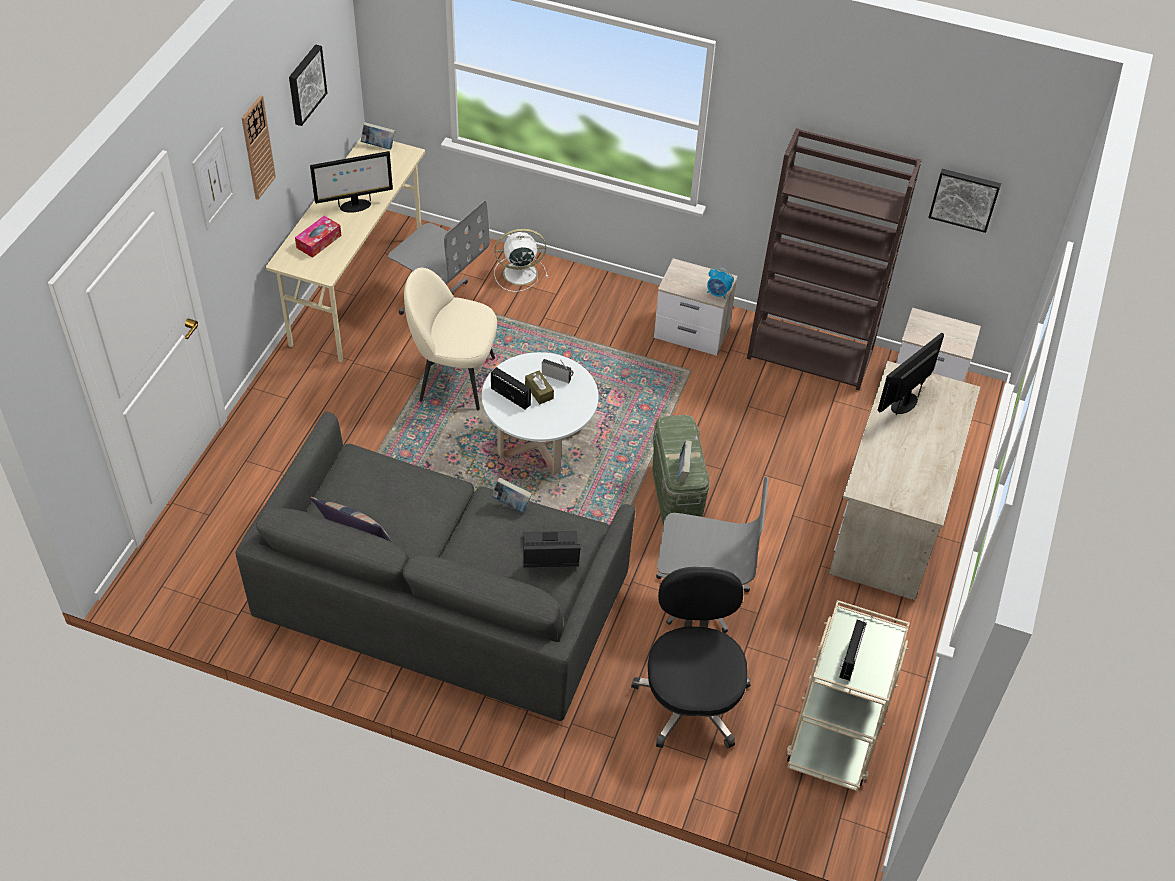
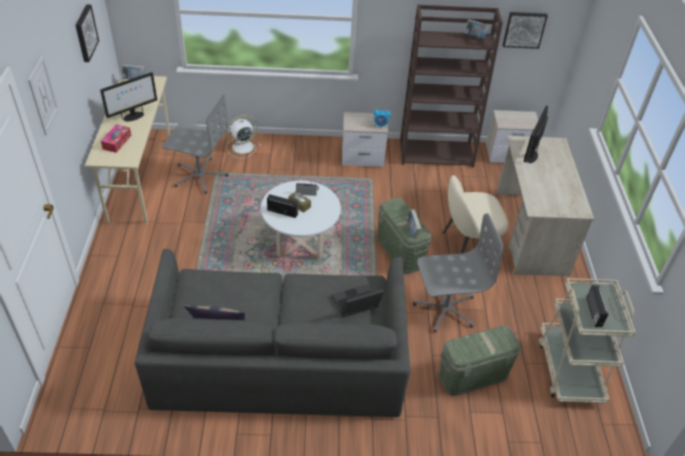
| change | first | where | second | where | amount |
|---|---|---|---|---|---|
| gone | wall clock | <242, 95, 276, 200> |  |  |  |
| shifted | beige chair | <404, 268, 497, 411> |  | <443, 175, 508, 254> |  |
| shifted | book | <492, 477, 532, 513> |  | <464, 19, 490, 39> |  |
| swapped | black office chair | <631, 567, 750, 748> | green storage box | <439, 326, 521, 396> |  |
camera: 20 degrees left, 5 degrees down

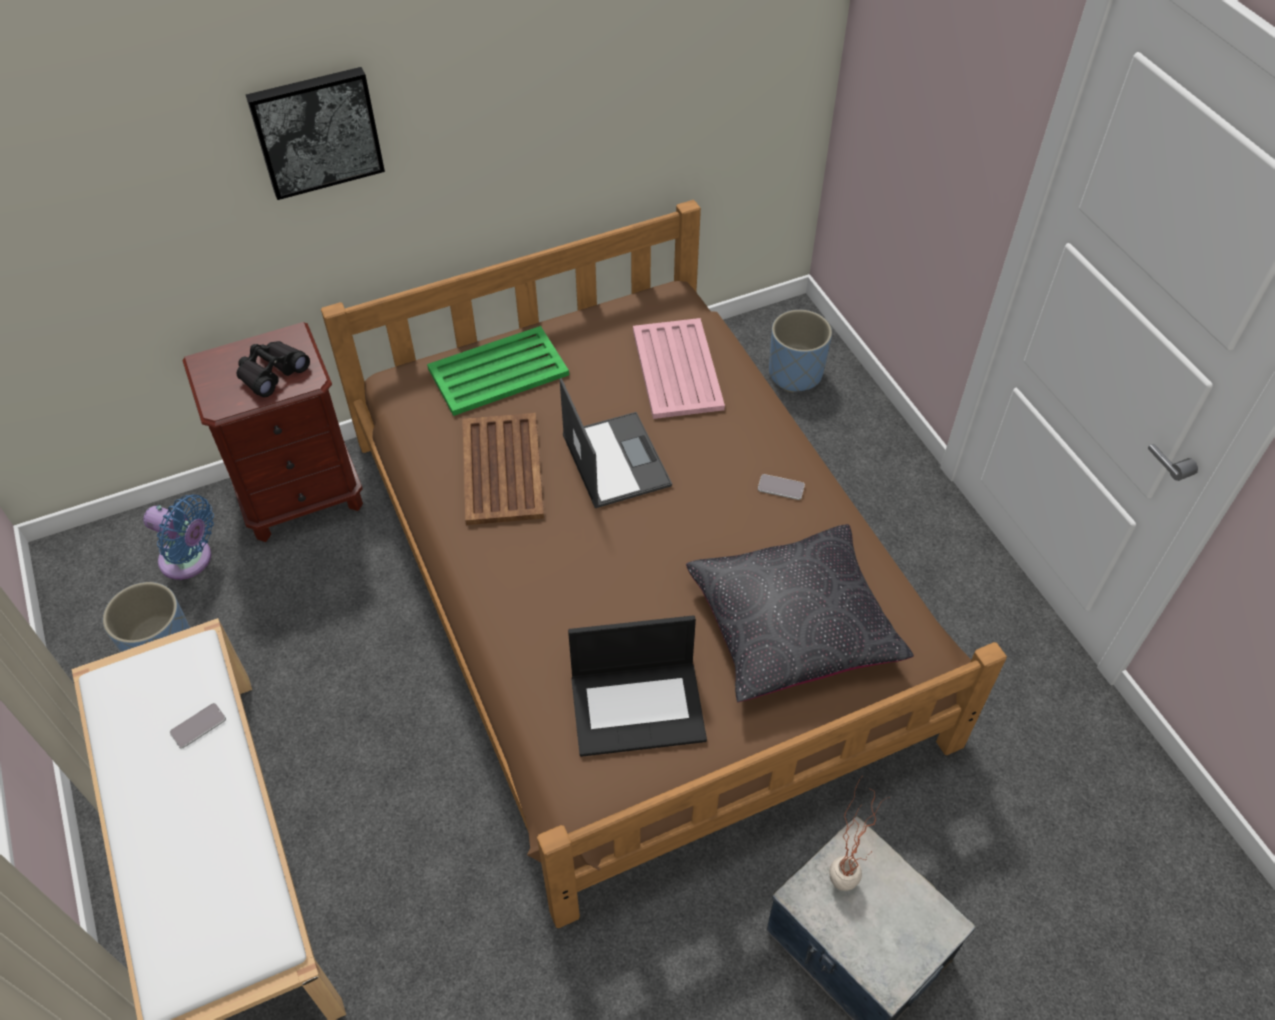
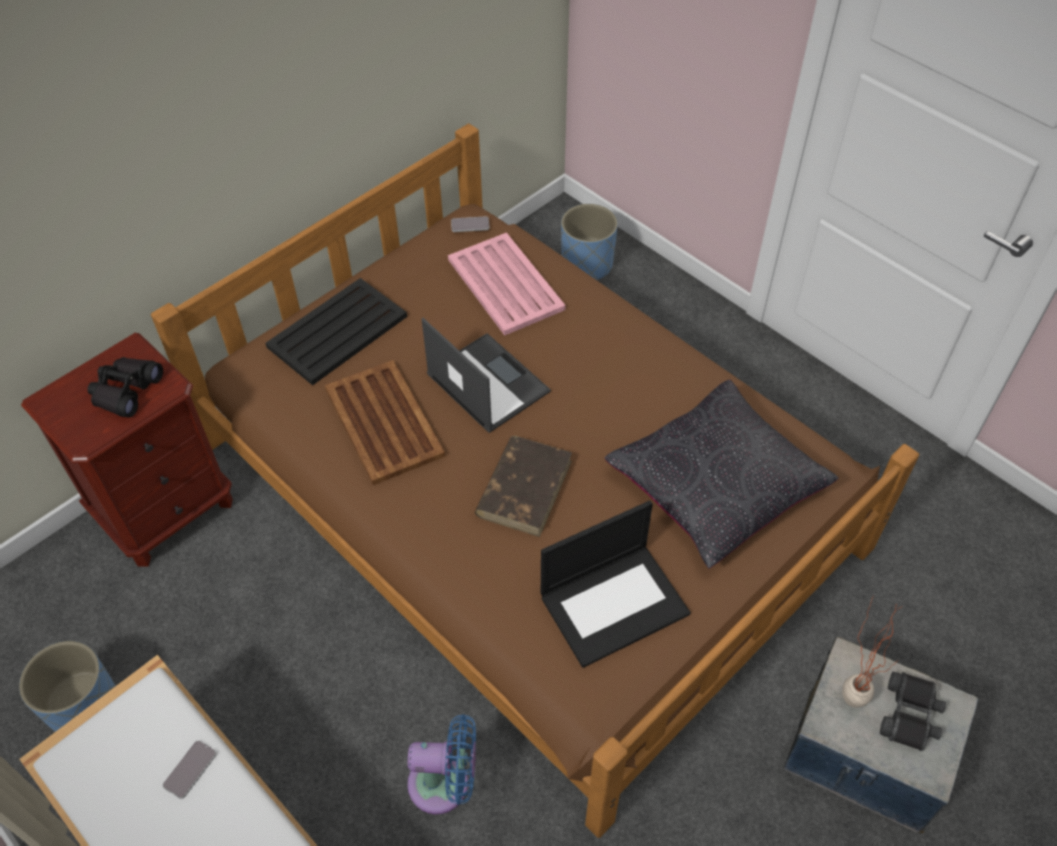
| change | first | where | second | where | amount |
|---|---|---|---|---|---|
| gone | picture | <246, 67, 385, 200> |  |  |  |
| new |  |  | brown book | <475, 436, 572, 537> |  |
| new |  |  | black binoculars | <880, 672, 946, 751> |  |
| shifted | blue fan | <143, 495, 214, 580> |  | <407, 714, 476, 814> |  |
| shifted | phone | <758, 474, 805, 500> |  | <451, 216, 489, 232> |  |
| repainted | green tray | <427, 326, 569, 416> | black tray | <265, 278, 407, 385> |  |
camera: 20 degrees left, 0 degrees up

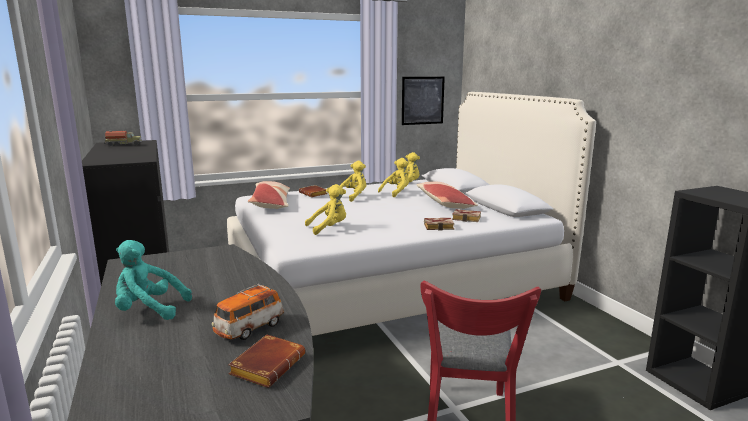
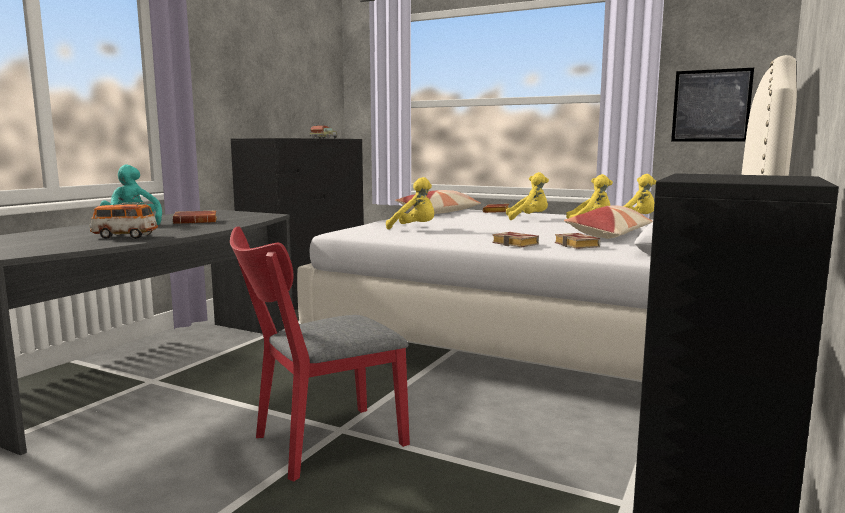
| change | first | where | second | where | amount |
|---|---|---|---|---|---|
| shifted | brown book | <228, 335, 305, 388> |  | <173, 211, 217, 224> |  |
camera: 50 degrees right, 5 degrees down

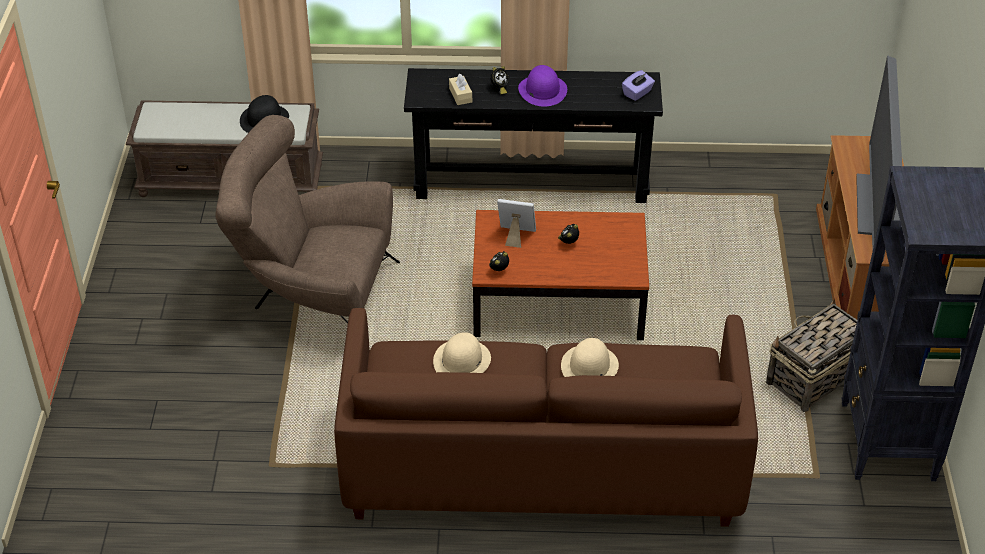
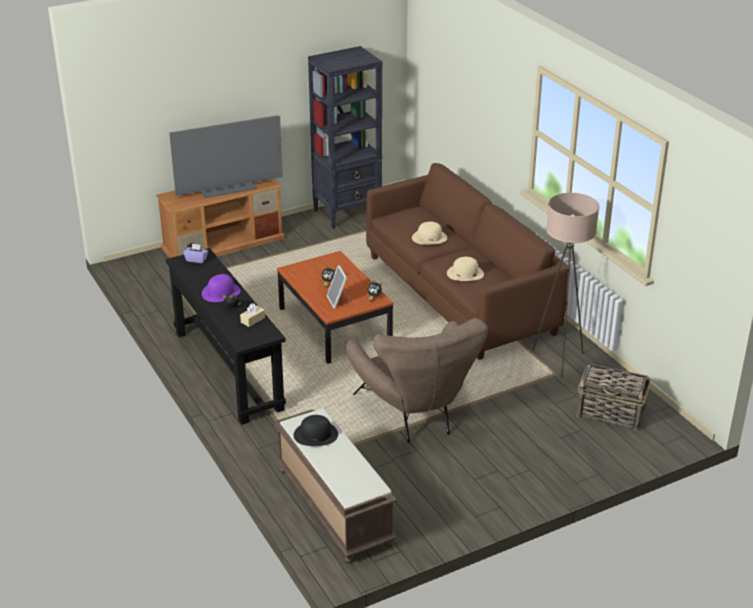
| change | first | where | second | where | amount |
|---|---|---|---|---|---|
| new |  |  | beige floor lamp | <532, 193, 599, 377> |  |
| shifted | basket | <766, 299, 857, 412> |  | <576, 364, 651, 431> |  |
camera: 120 degrees left, 10 degrees down

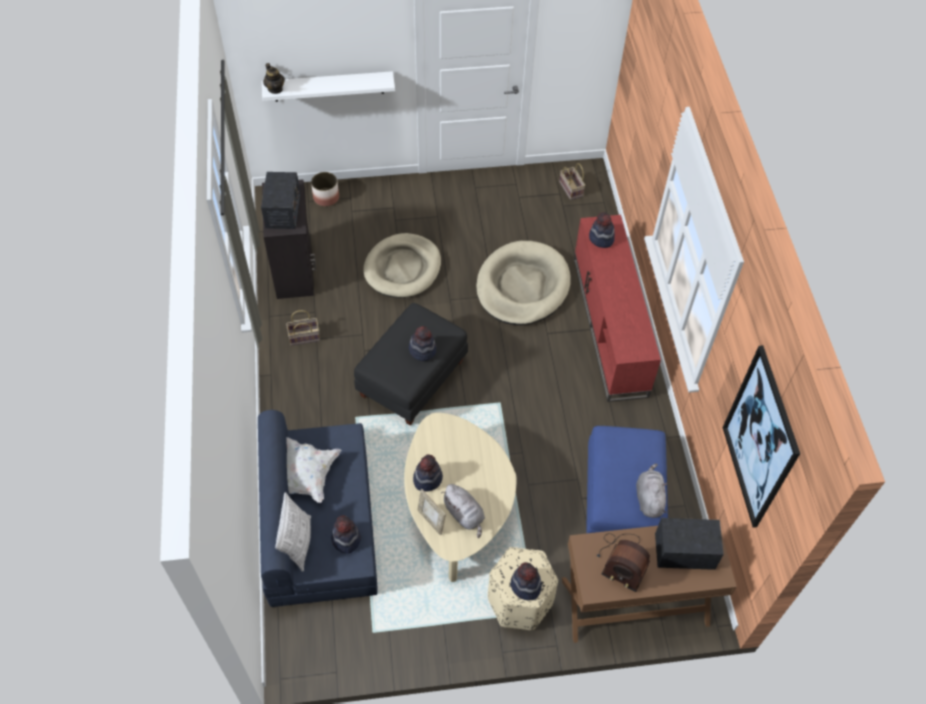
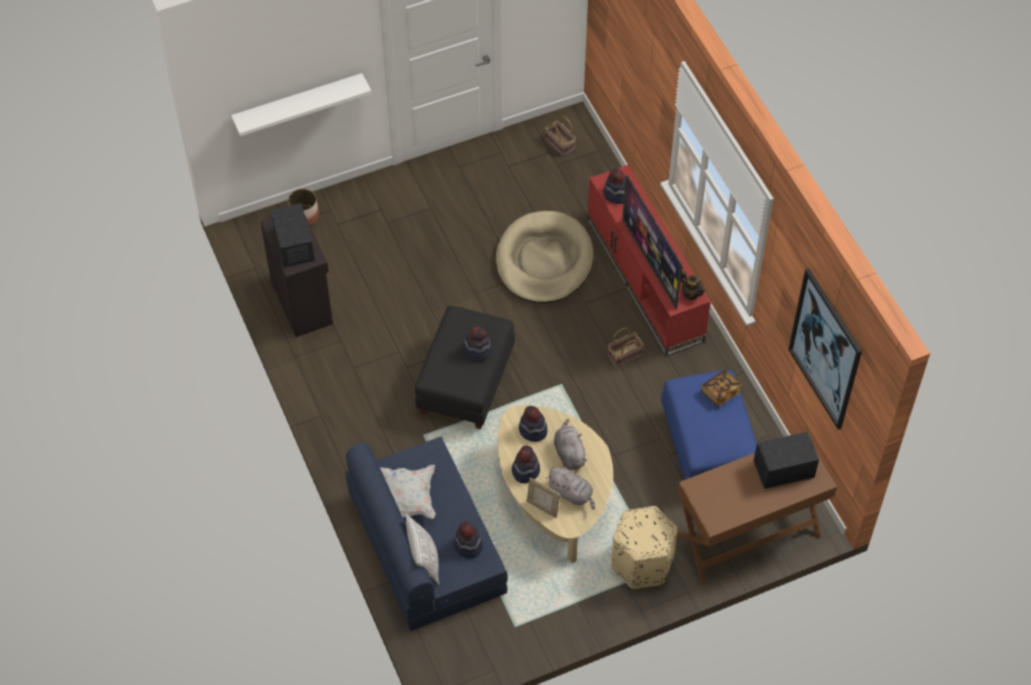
| change | first | where | second | where | amount |
|---|---|---|---|---|---|
| gone | beige dog bed | <363, 233, 441, 298> |  |  |  |
| gone | radio | <597, 533, 650, 592> |  |  |  |
| new |  |  | television | <622, 175, 683, 309> |  |
| new |  |  | book | <701, 370, 742, 407> |  |
| shifted | teapot | <263, 63, 285, 94> |  | <681, 271, 705, 300> |  |
| shifted | basket | <286, 310, 320, 346> |  | <608, 327, 644, 367> |  |
| shifted | hat | <511, 562, 542, 601> |  | <519, 406, 547, 442> |  |
| shifted | grey plush toy | <636, 463, 667, 518> |  | <554, 419, 587, 470> |  |
camera: 15 degrees left, 0 degrees up

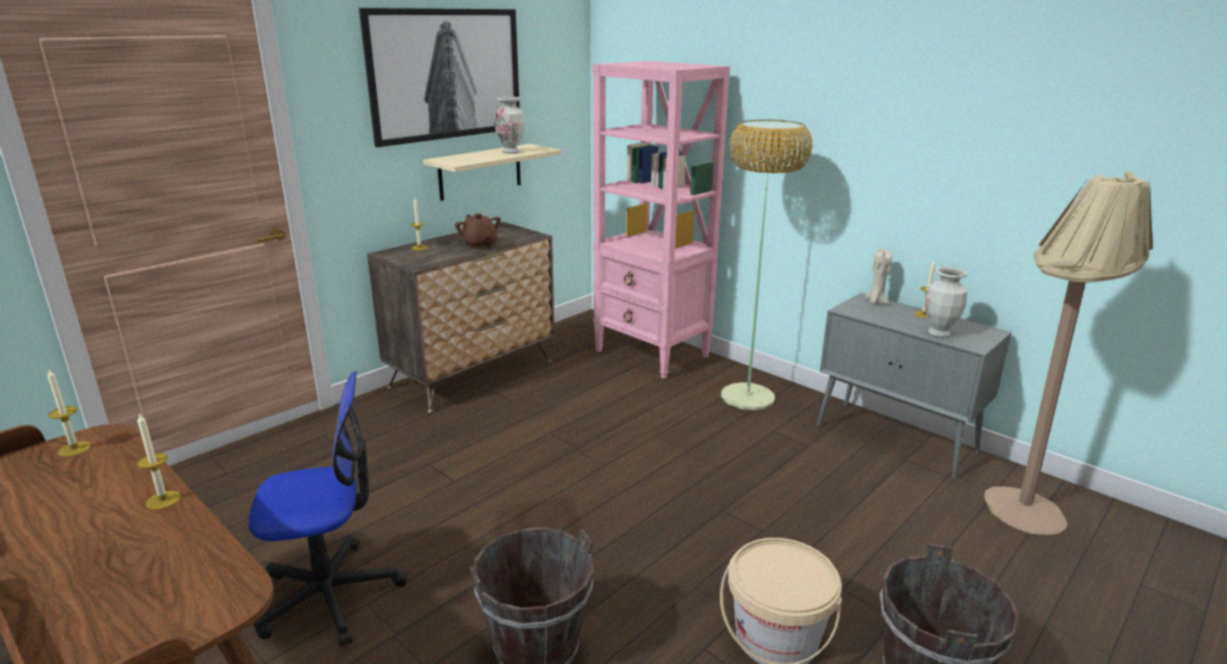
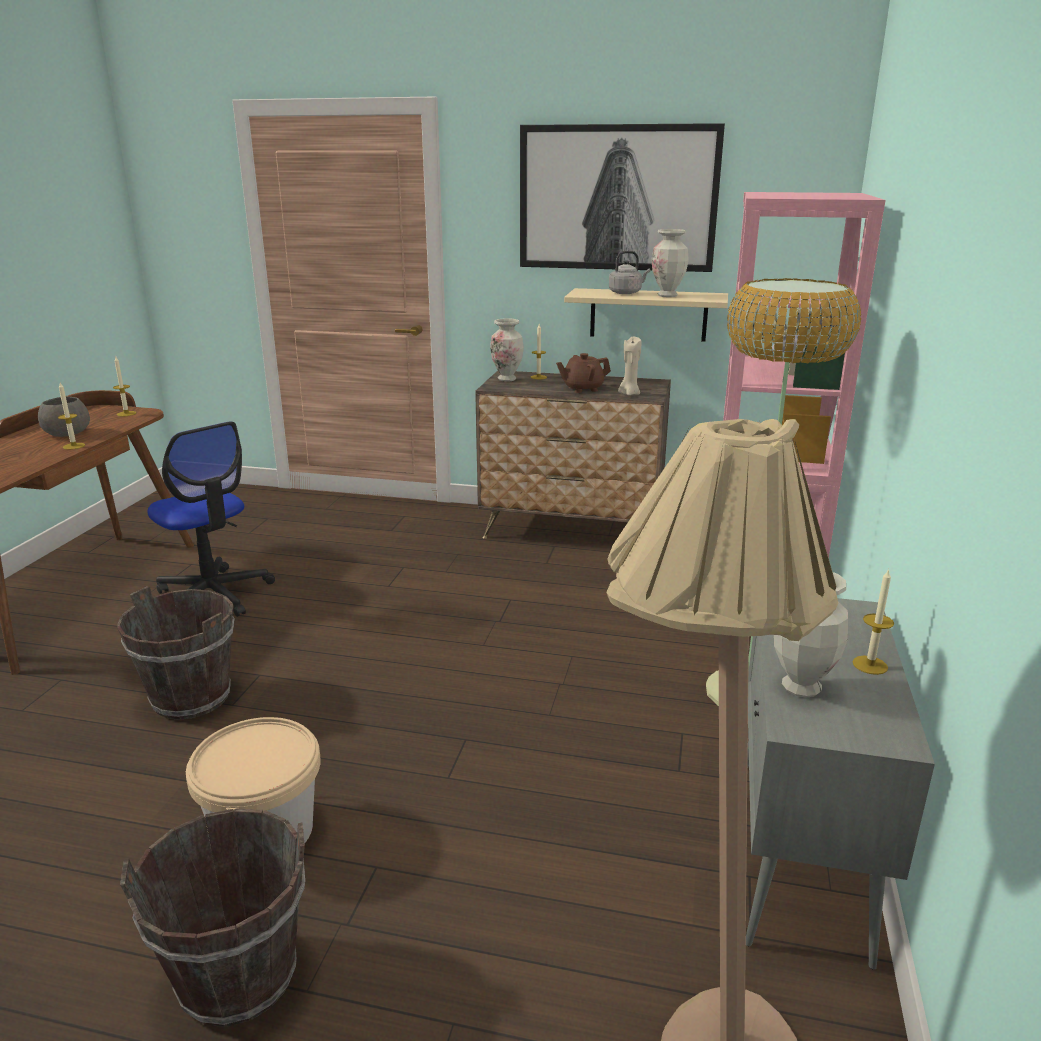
| change | first | where | second | where | amount |
|---|---|---|---|---|---|
| new |  |  | grey bowl | <38, 397, 90, 437> |  |
| new |  |  | vase | <490, 318, 524, 382> |  |
| new |  |  | grey kettle | <609, 251, 650, 294> |  |
| shifted | beige candle | <865, 249, 892, 304> |  | <618, 337, 641, 396> |  |
| rotated | brown teapot | <455, 213, 501, 249> |  | <556, 353, 611, 393> | 135 degrees counterclockwise |
camera: 60 degrees right, 0 degrees up

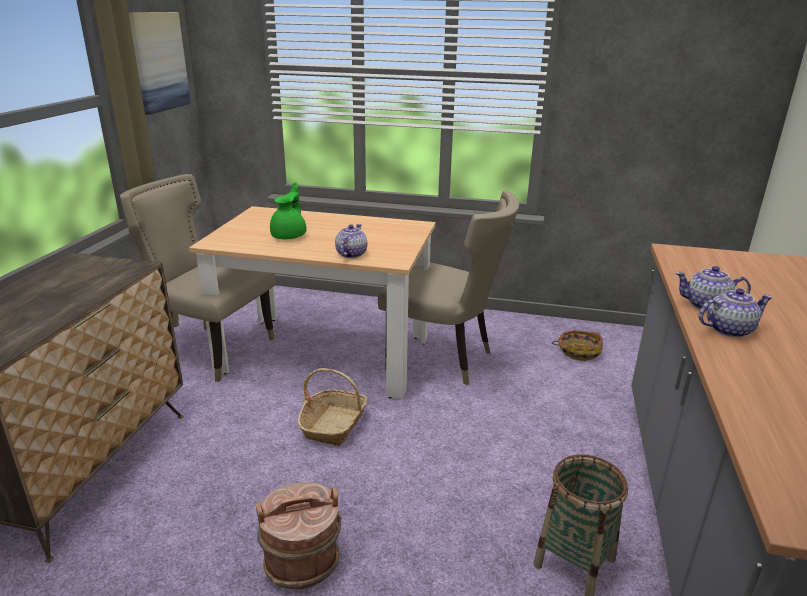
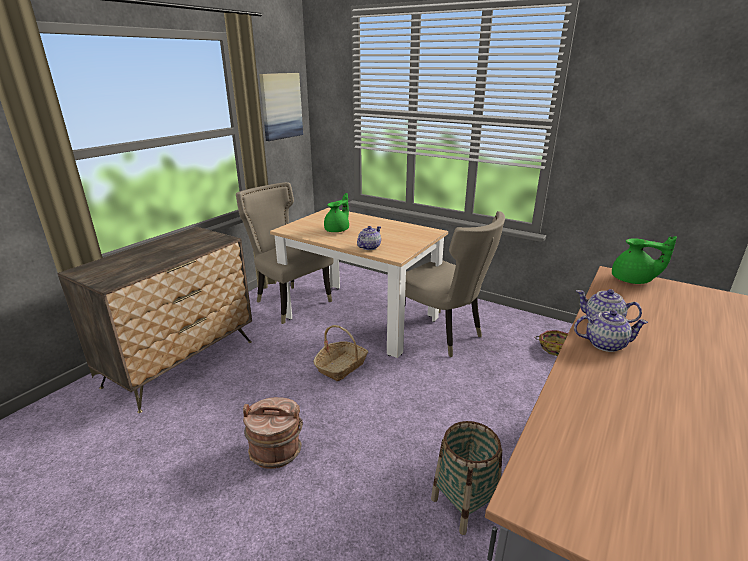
| change | first | where | second | where | amount |
|---|---|---|---|---|---|
| new |  |  | green teapot | <612, 236, 677, 284> |  |
camera: 20 degrees right, 0 degrees up

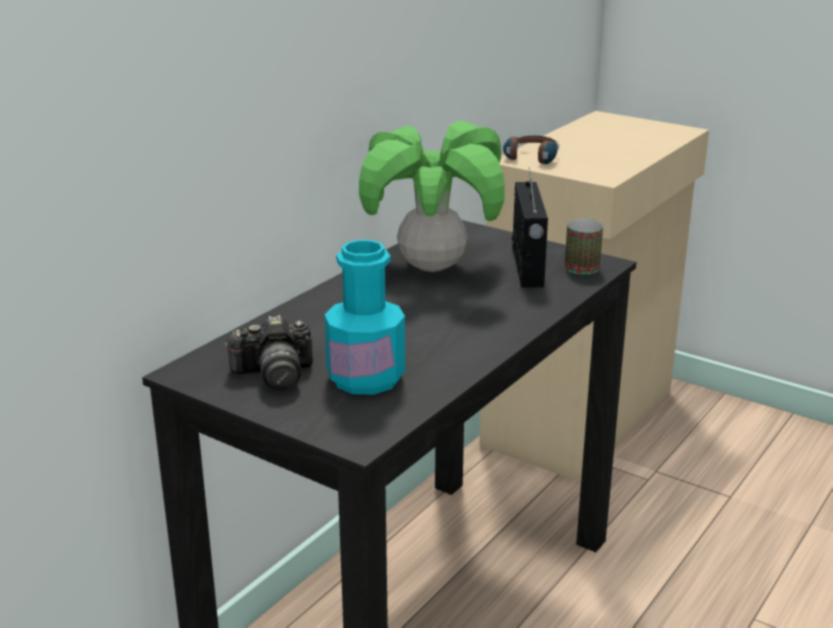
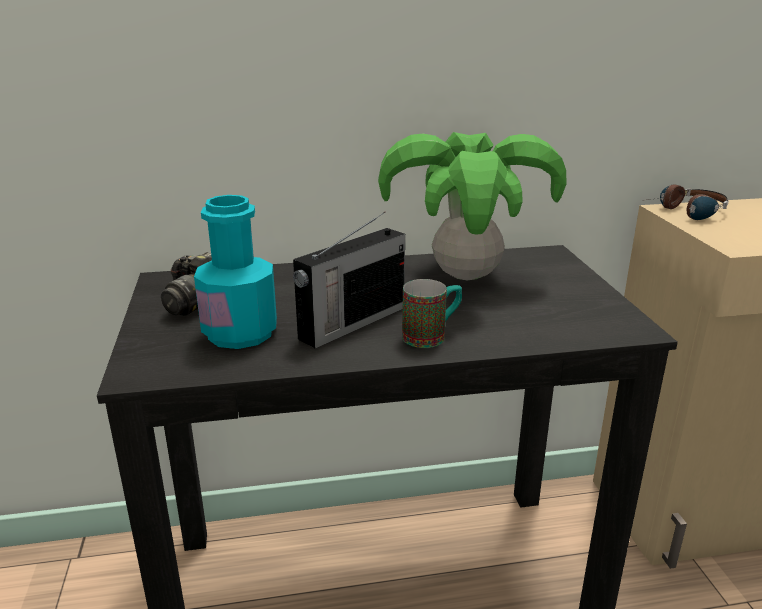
| change | first | where | second | where | amount |
|---|---|---|---|---|---|
| shifted | radio | <512, 169, 548, 288> |  | <293, 212, 405, 349> |  |
| shifted | mug | <565, 219, 603, 275> |  | <402, 279, 462, 348> |  |
camera: 45 degrees right, 0 degrees up

